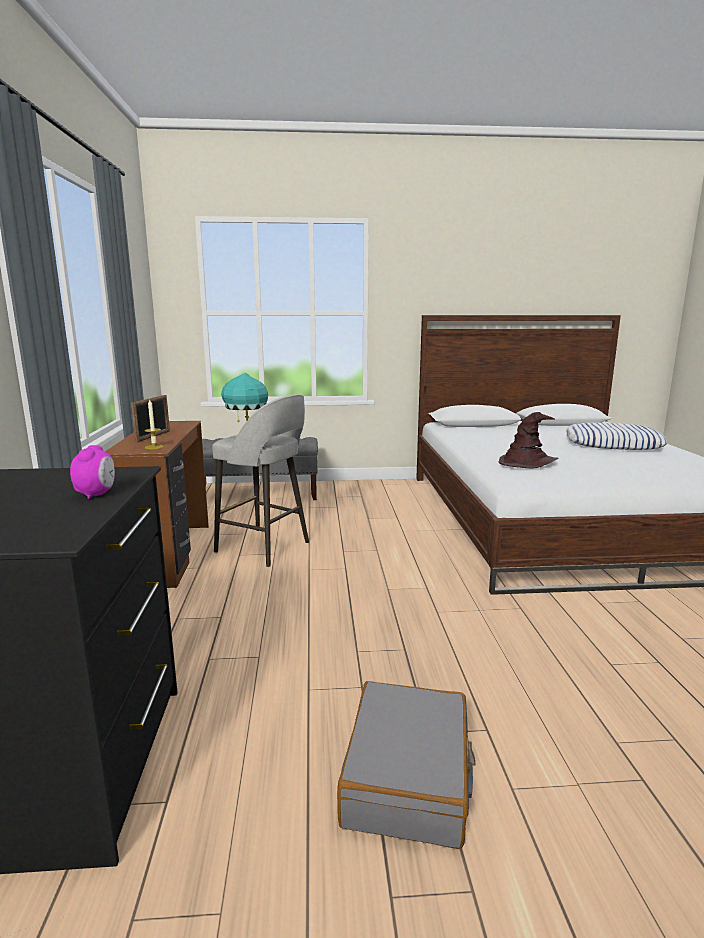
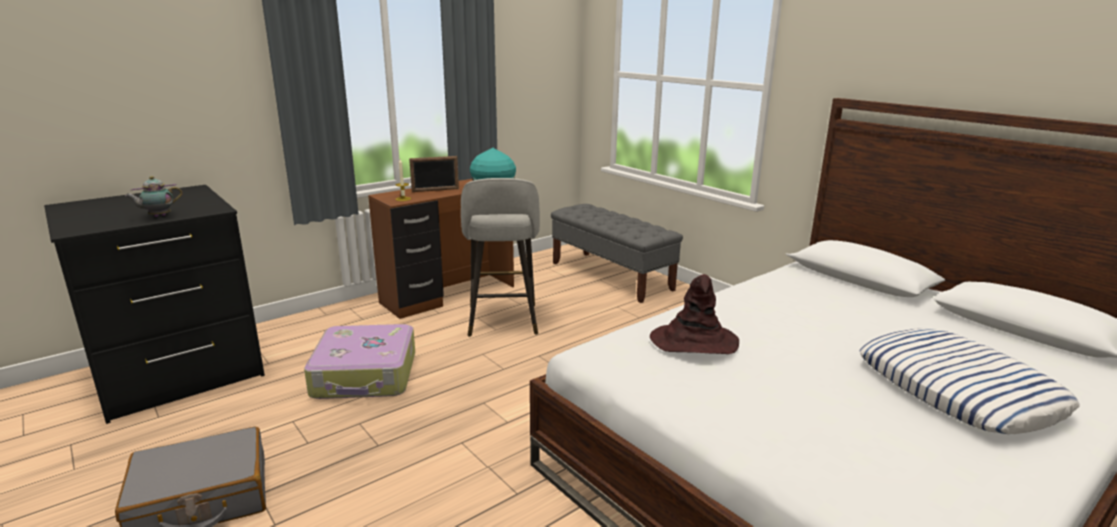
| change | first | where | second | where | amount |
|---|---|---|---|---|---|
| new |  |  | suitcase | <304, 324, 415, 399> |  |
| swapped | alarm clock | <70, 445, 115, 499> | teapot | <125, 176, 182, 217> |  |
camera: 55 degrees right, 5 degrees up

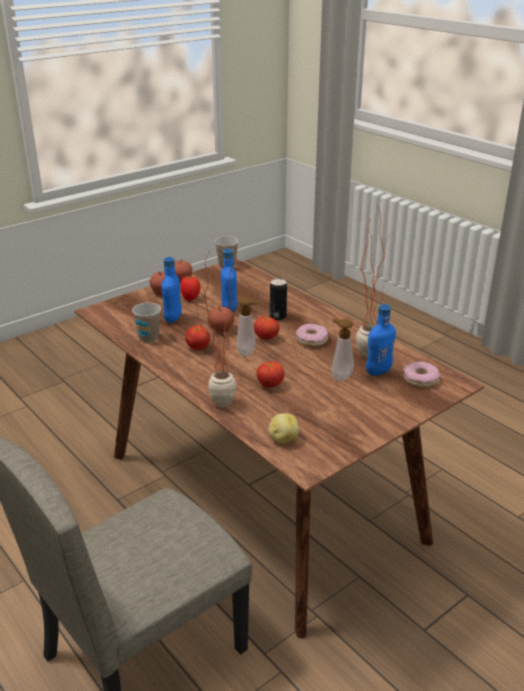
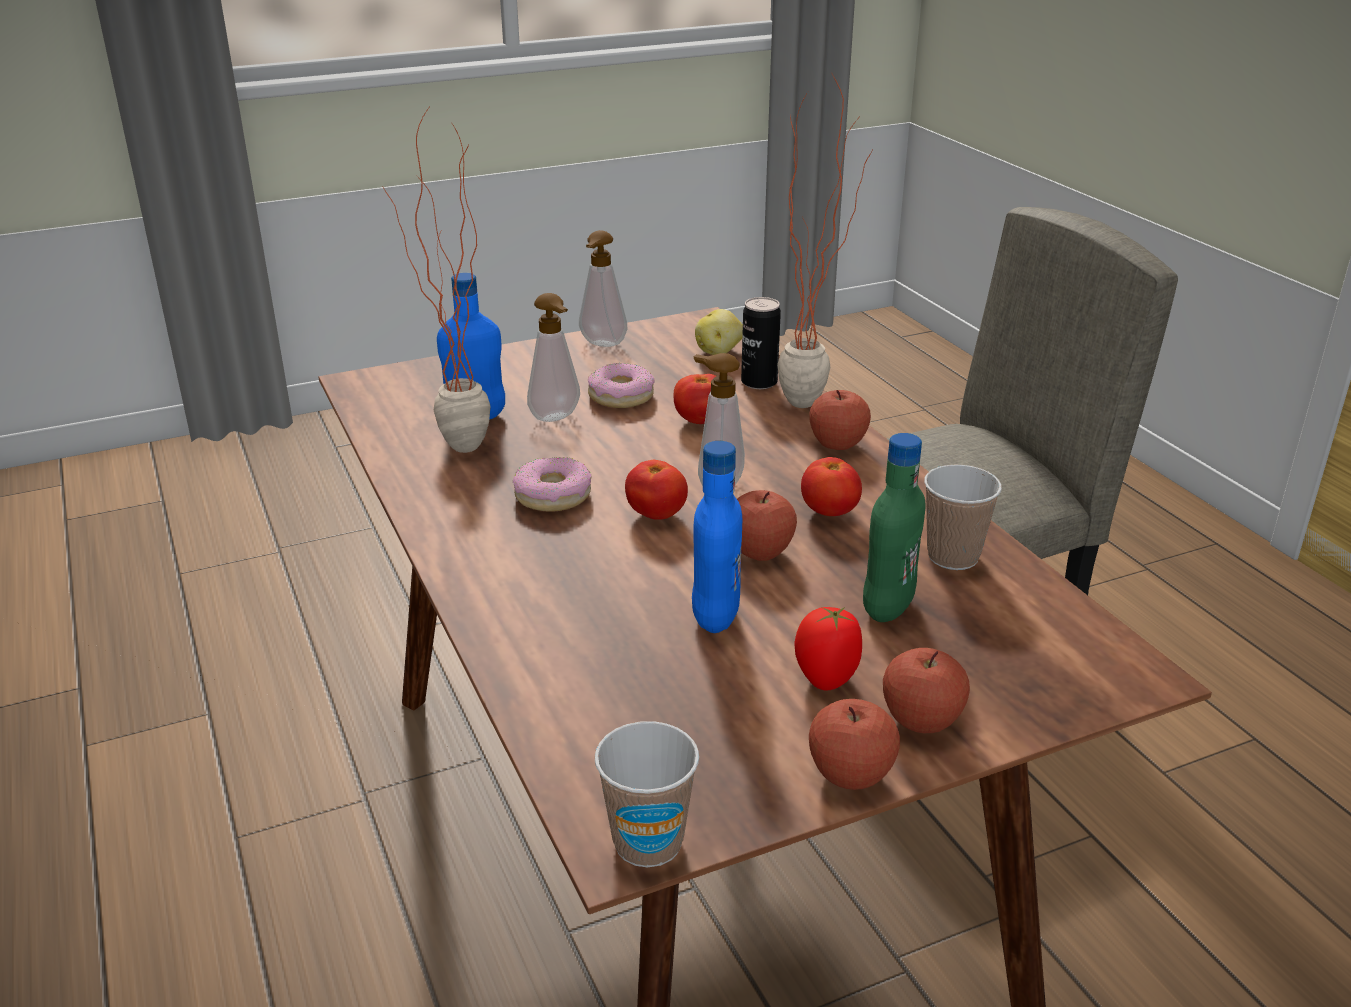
| change | first | where | second | where | amount |
|---|---|---|---|---|---|
| new |  |  | soap dispenser | <579, 230, 627, 347> |  |
| new |  |  | apple | <809, 390, 871, 450> |  |
| shifted | can | <270, 278, 287, 320> |  | <741, 297, 781, 389> |  |
| shifted | donut | <403, 361, 440, 387> |  | <588, 363, 655, 408> |  |
| repainted | blue bottle | <162, 257, 182, 323> | green bottle | <863, 433, 926, 622> |  |
camera: 165 degrees left, 0 degrees up

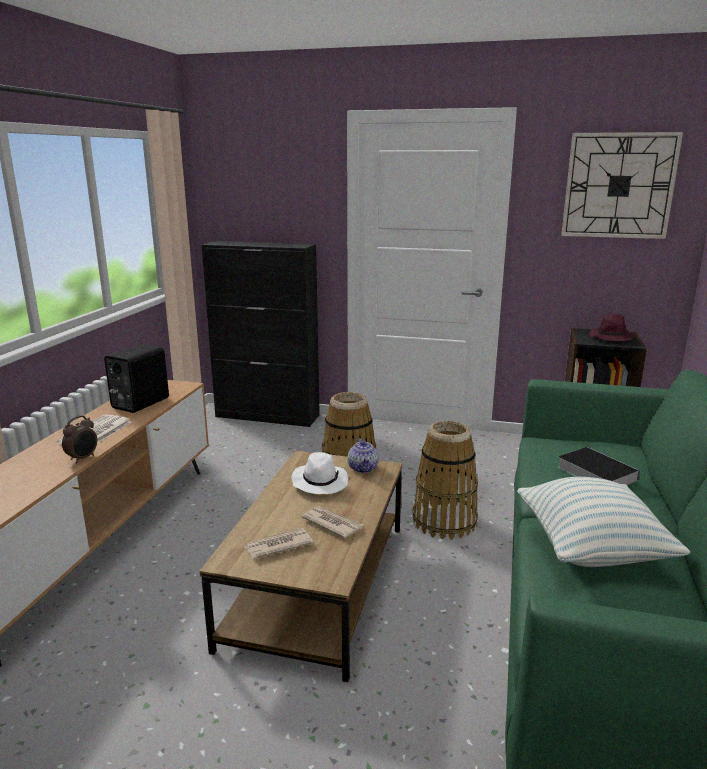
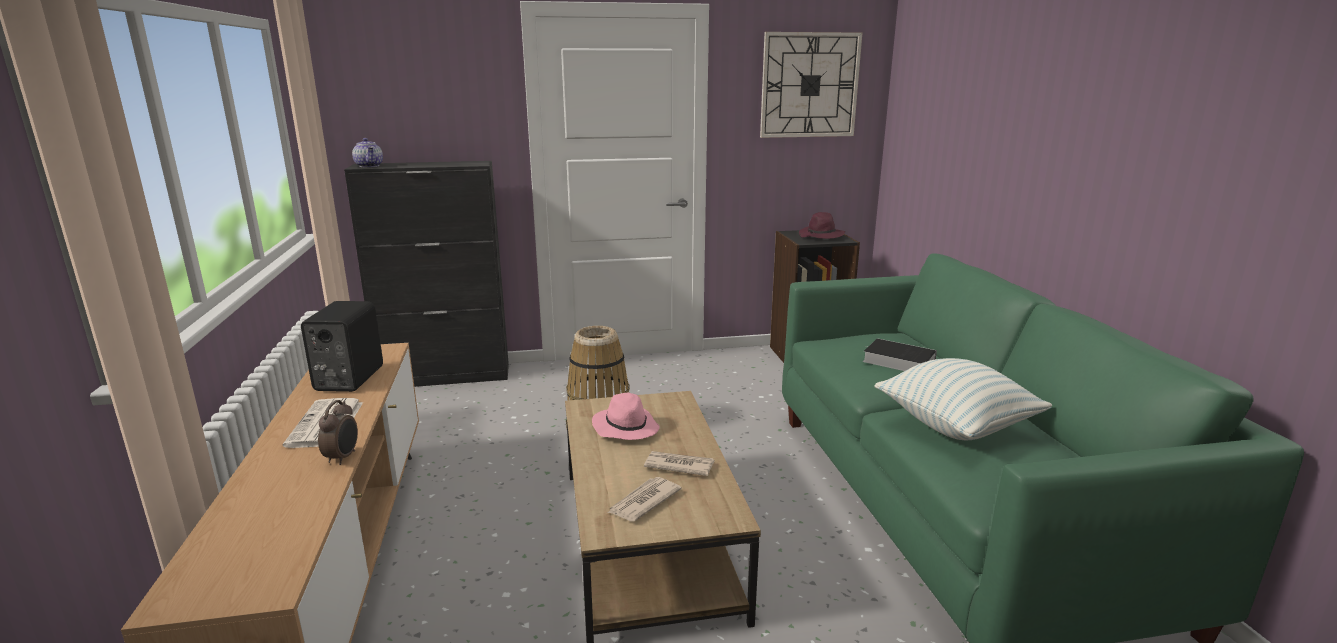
| change | first | where | second | where | amount |
|---|---|---|---|---|---|
| gone | basket | <413, 421, 478, 540> |  |  |  |
| shifted | teapot | <348, 438, 379, 473> |  | <352, 138, 383, 167> |  |
| repainted | white hat | <292, 452, 348, 494> | pink hat | <592, 393, 660, 440> |  |
camera: 25 degrees left, 0 degrees up

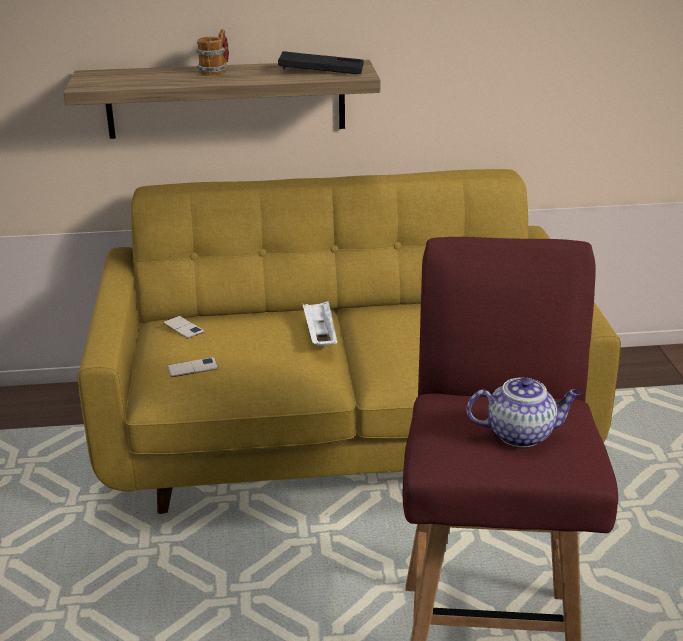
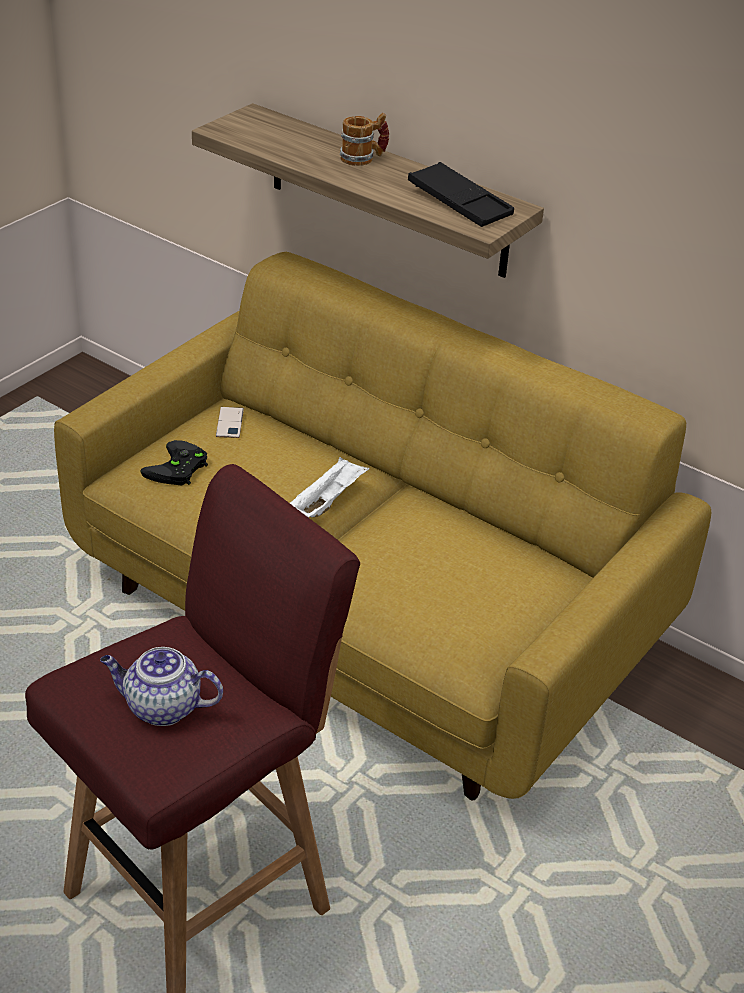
| change | first | where | second | where | amount |
|---|---|---|---|---|---|
| swapped | phone | <167, 357, 219, 377> | black game controller | <140, 440, 208, 485> |  |
| rotated | teapot | <467, 377, 581, 447> |  | <100, 647, 223, 726> | 150 degrees clockwise |
camera: 40 degrees right, 10 degrees up

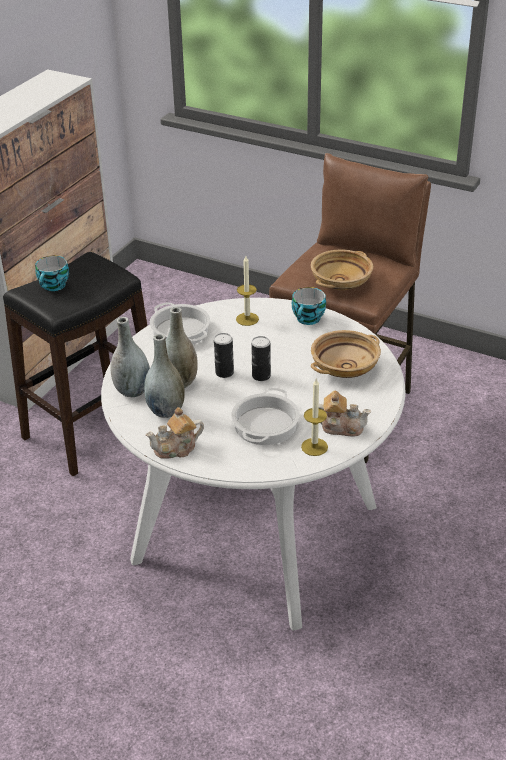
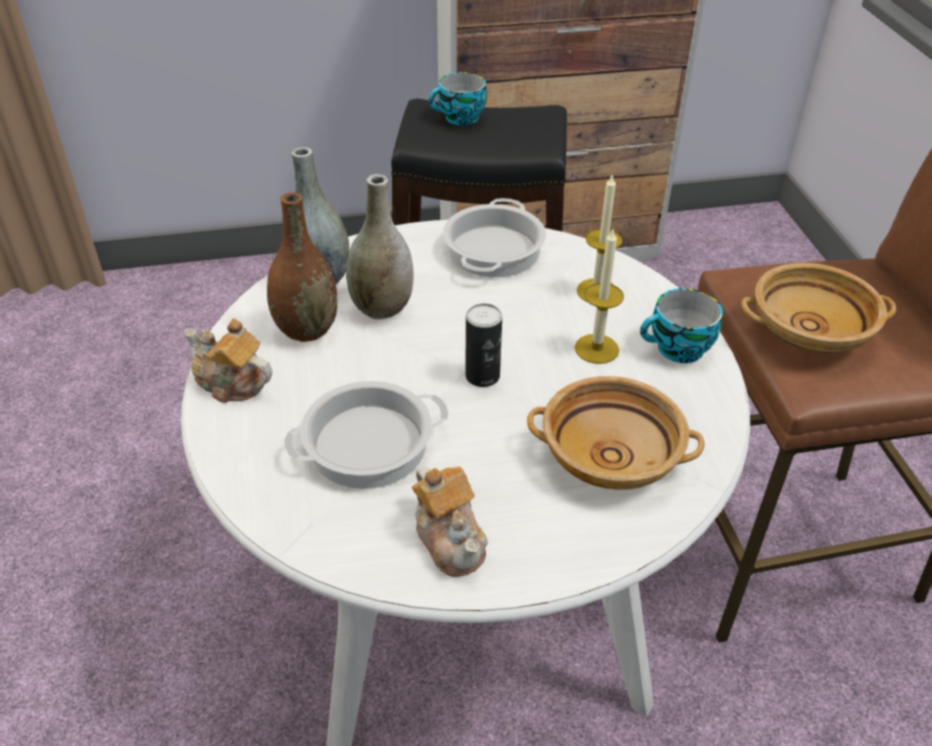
| change | first | where | second | where | amount |
|---|---|---|---|---|---|
| gone | can | <214, 333, 234, 378> |  |  |  |
| shifted | candle | <301, 379, 328, 456> |  | <575, 230, 624, 364> |  |
| repainted | grey vase | <144, 334, 185, 418> | brown vase | <267, 192, 337, 342> |  |
camera: 50 degrees right, 5 degrees up

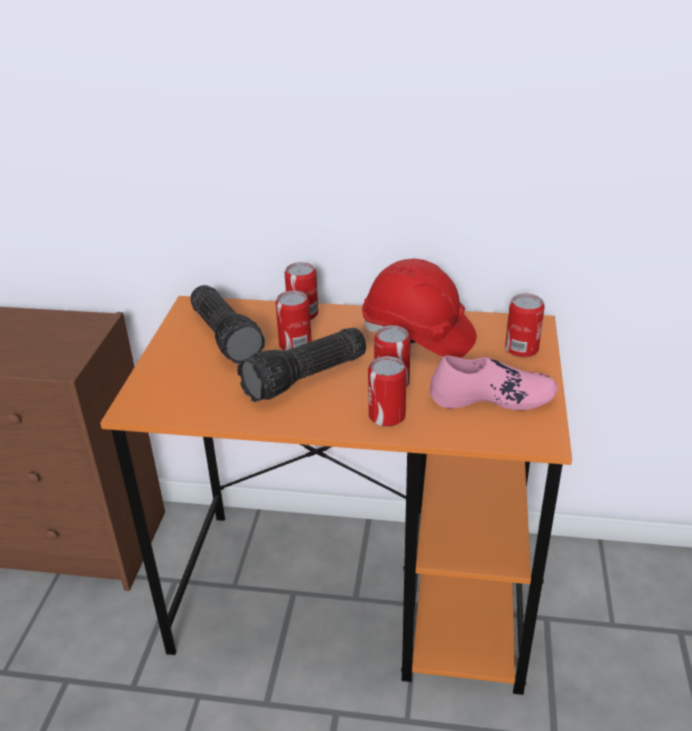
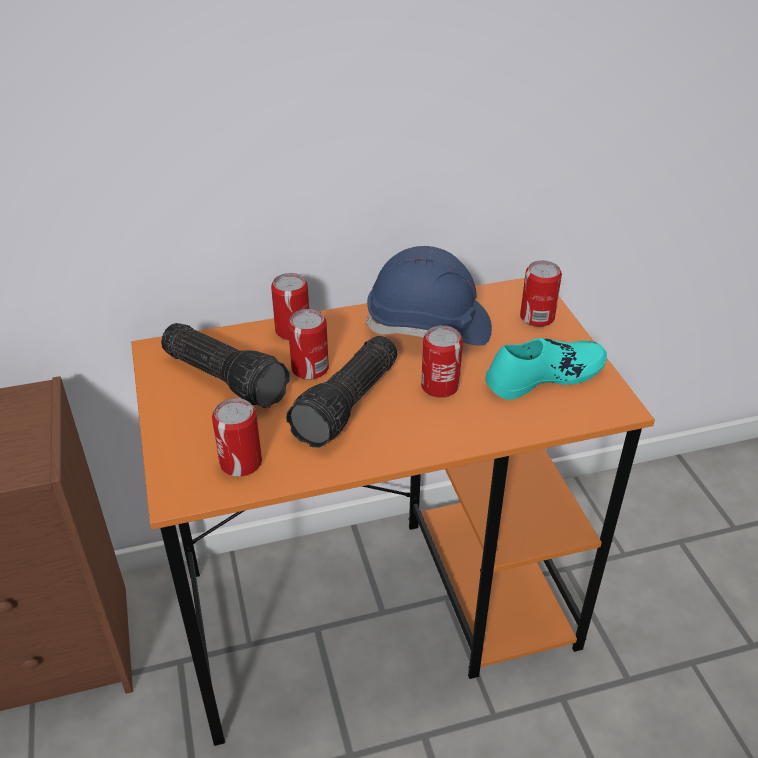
| change | first | where | second | where | amount |
|---|---|---|---|---|---|
| shifted | can | <368, 356, 406, 427> |  | <212, 398, 262, 477> |  |
| repainted | red hard hat | <362, 259, 477, 358> | blue hard hat | <365, 246, 492, 346> |  |
| repainted | pink shoe | <430, 355, 558, 410> | turquoise shoe | <485, 338, 607, 400> |  |
camera: 25 degrees left, 5 degrees up

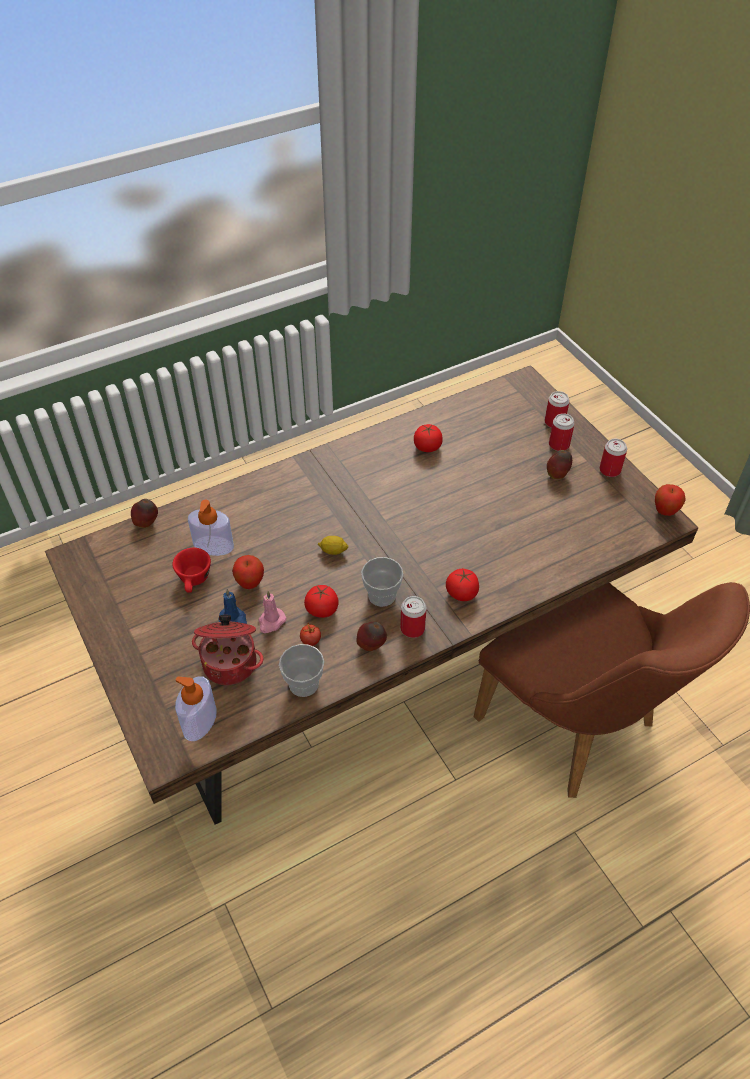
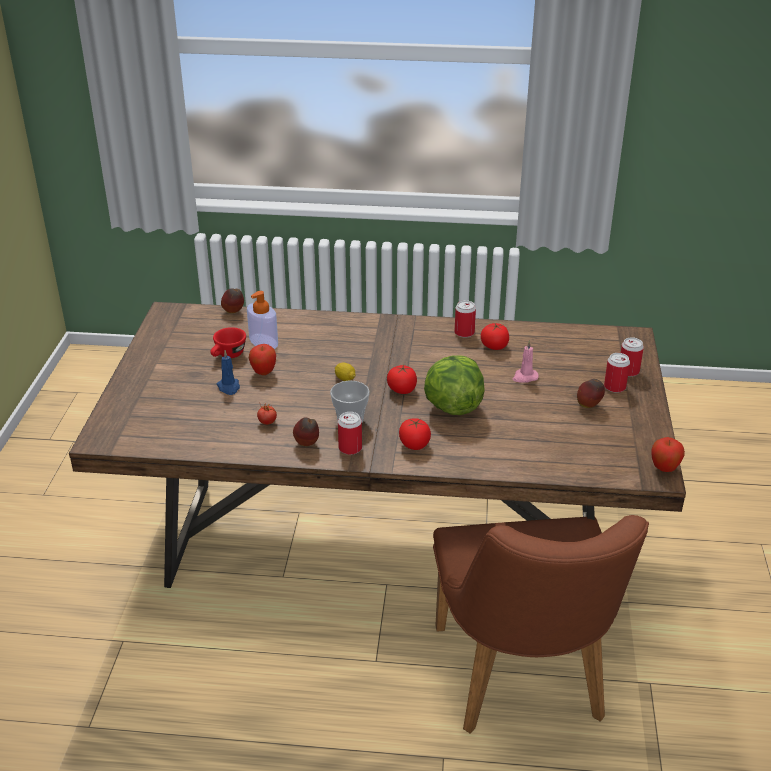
| change | first | where | second | where | amount |
|---|---|---|---|---|---|
| gone | soap dispenser | <175, 676, 217, 741> |  |  |  |
| gone | cooking pot | <192, 615, 264, 685> |  |  |  |
| gone | cup | <279, 644, 324, 697> |  |  |  |
| new |  |  | lettuce | <424, 355, 485, 415> |  |
| shifted | pink candle | <258, 591, 286, 633> |  | <513, 340, 539, 383> |  |
| shifted | tomato | <304, 585, 339, 618> |  | <387, 365, 417, 394> |  |
| shifted | can | <599, 439, 627, 477> |  | <455, 300, 476, 338> |  |
camera: 35 degrees right, 15 degrees down

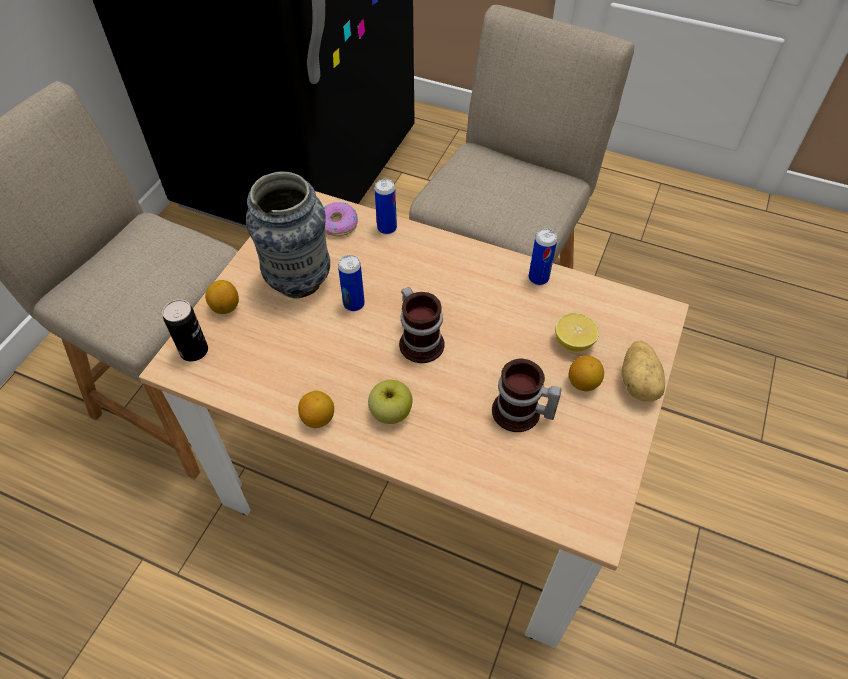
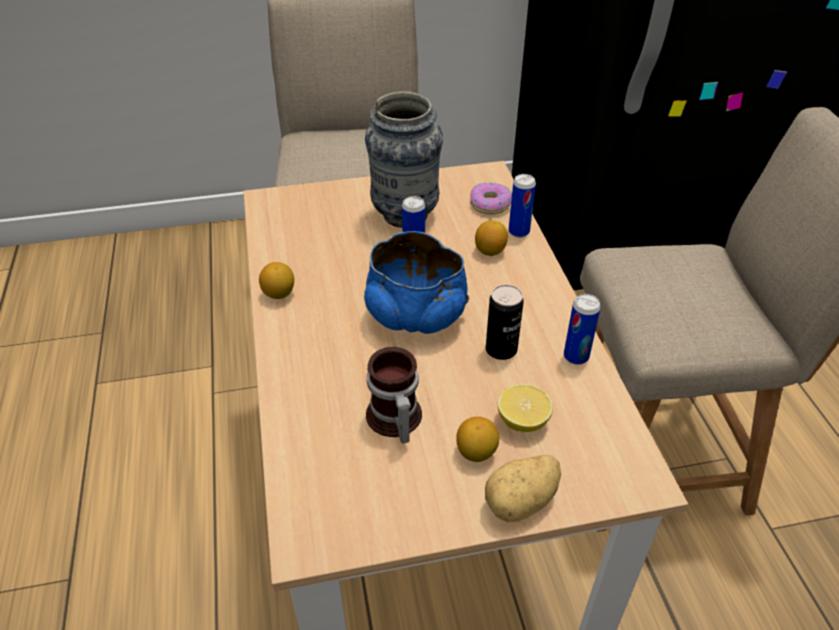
| change | first | where | second | where | amount |
|---|---|---|---|---|---|
| gone | apple | <368, 380, 412, 424> |  |  |  |
| shifted | can | <162, 299, 208, 362> |  | <486, 284, 524, 360> |  |
| shifted | lemon | <205, 280, 239, 314> |  | <475, 220, 508, 256> |  |
| swapped | mug | <399, 287, 444, 363> | blue bowl | <364, 231, 469, 334> |  |
camera: 55 degrees right, 10 degrees down

